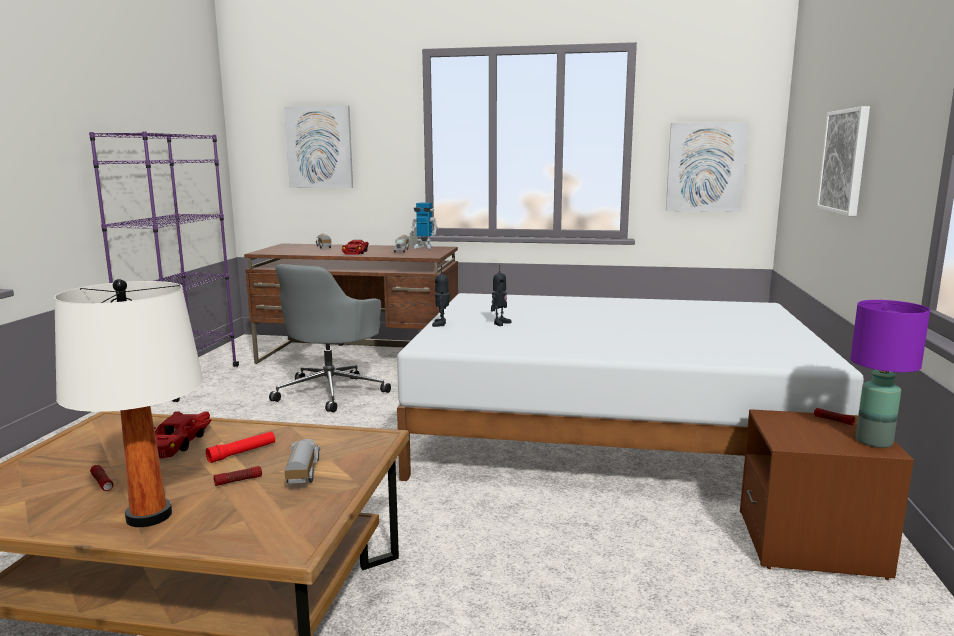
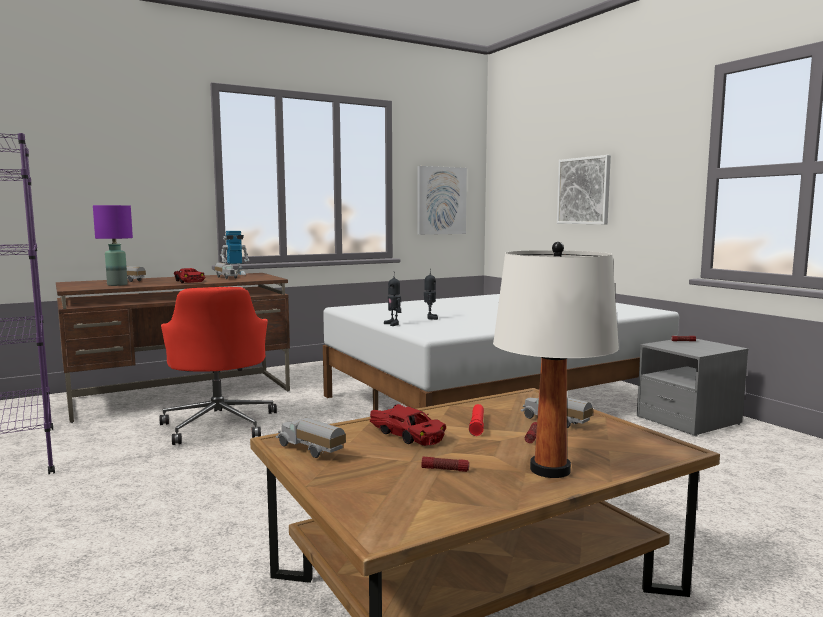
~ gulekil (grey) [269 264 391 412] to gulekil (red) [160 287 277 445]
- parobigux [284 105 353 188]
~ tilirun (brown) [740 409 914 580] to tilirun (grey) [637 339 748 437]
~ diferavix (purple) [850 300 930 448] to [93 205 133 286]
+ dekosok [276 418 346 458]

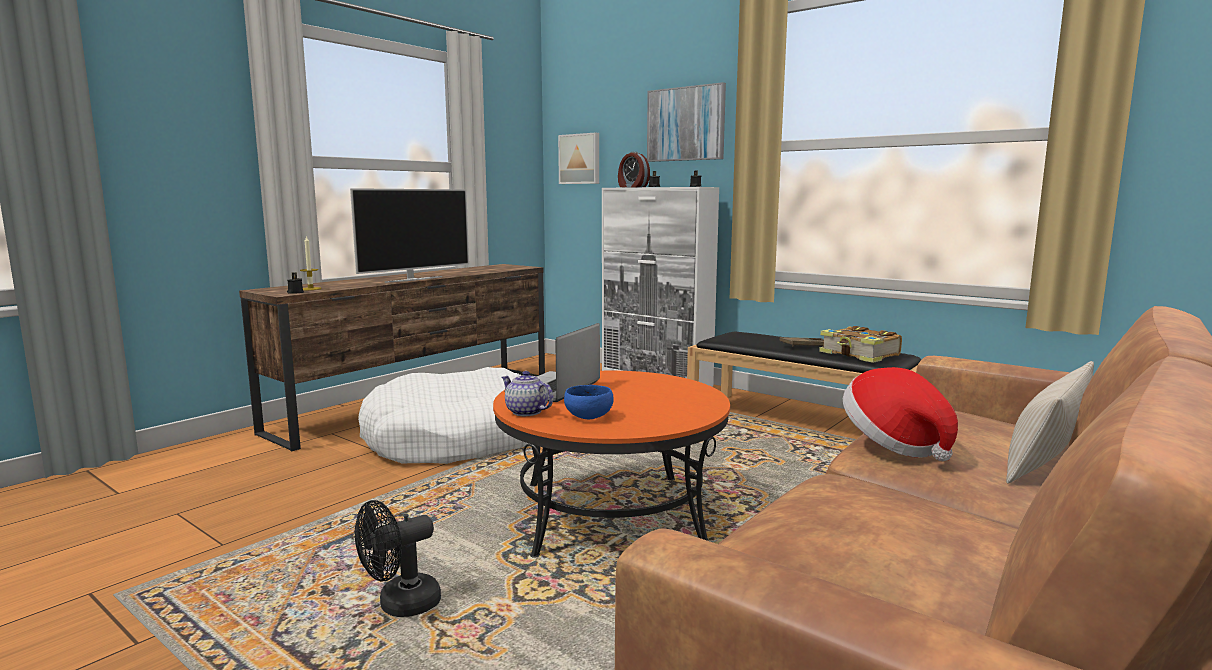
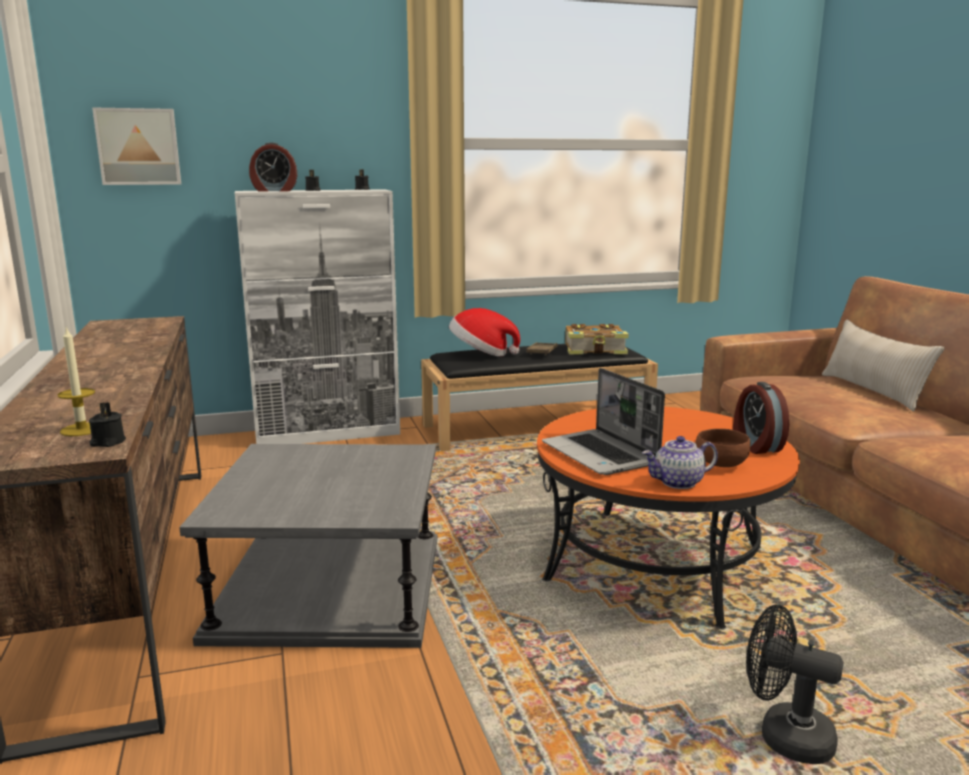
- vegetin [350 188 469 283]
~ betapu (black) [355 500 441 617] = [746 605 844 764] 120 degrees clockwise
~ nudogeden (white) [358 367 529 464] to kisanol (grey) [179 444 437 648]
~ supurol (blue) [564 385 614 419] to supurol (brown) [695 429 750 467]
- parobigux [647 82 726 162]
~ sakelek [843 367 958 461] to [449 308 520 357]
+ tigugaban [733 382 789 454]

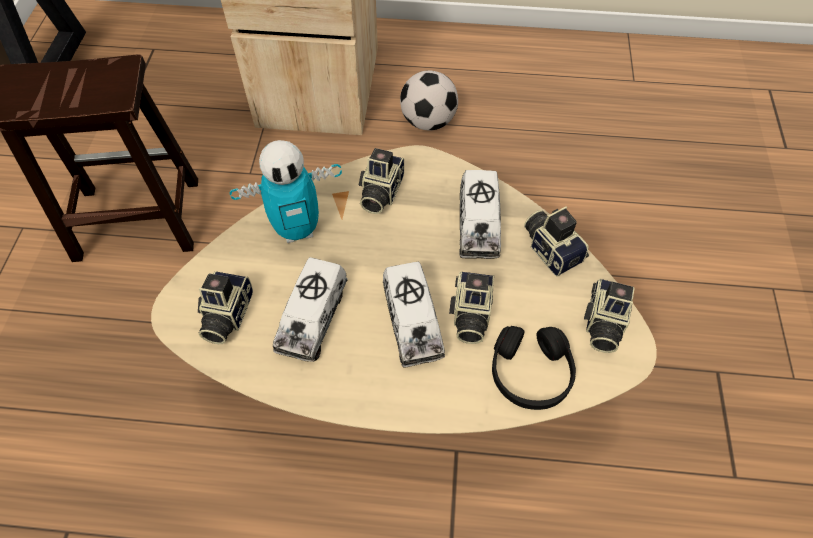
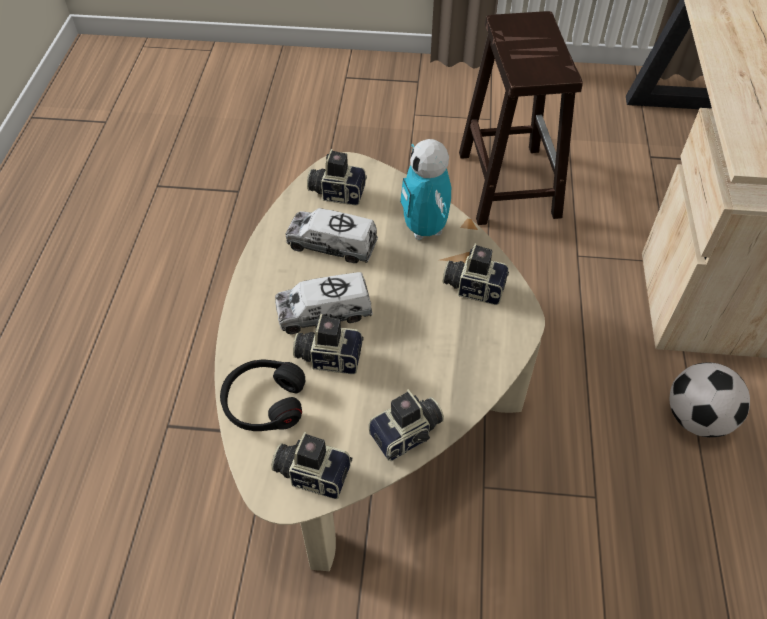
- dekosok [459 170 501 259]

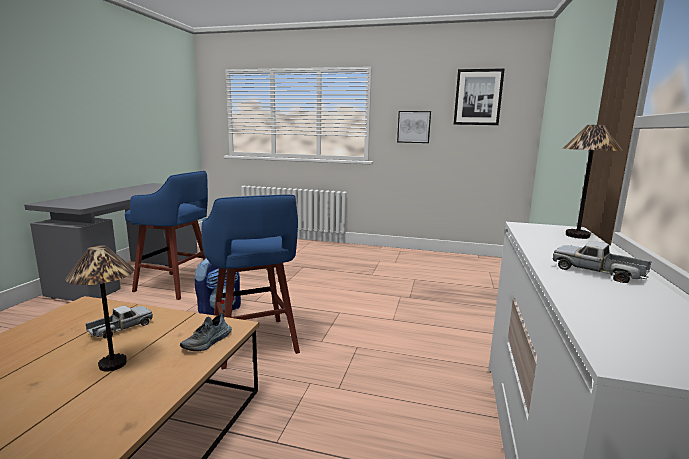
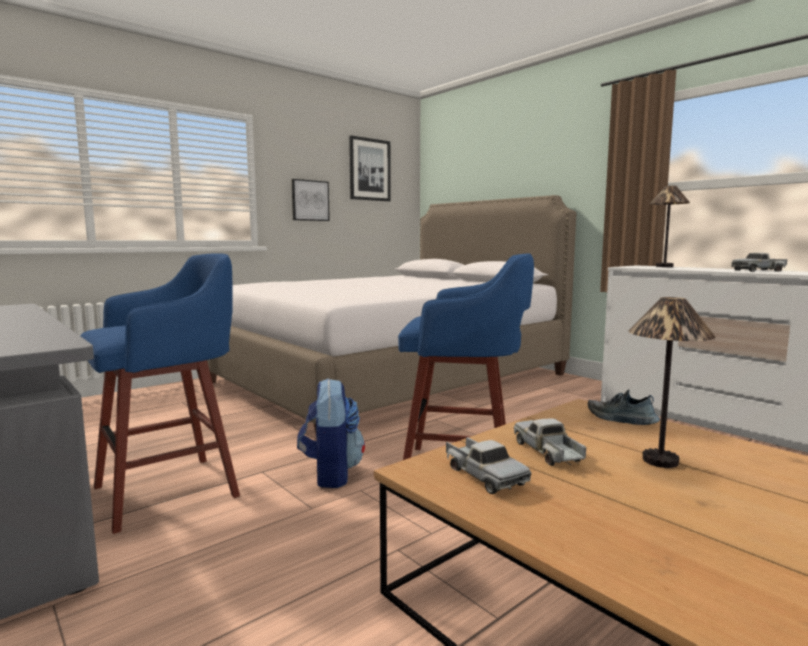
~ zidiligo [180 312 232 351] = [588 389 660 425] 150 degrees clockwise
+ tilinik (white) [207 195 576 433]
+ dekosok [446 437 531 494]

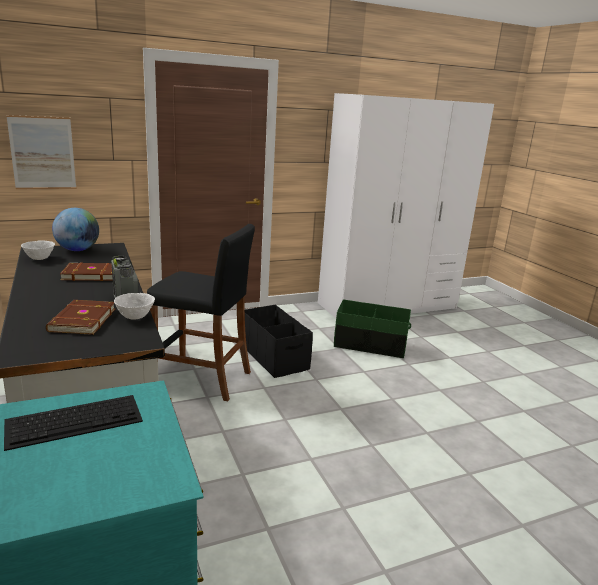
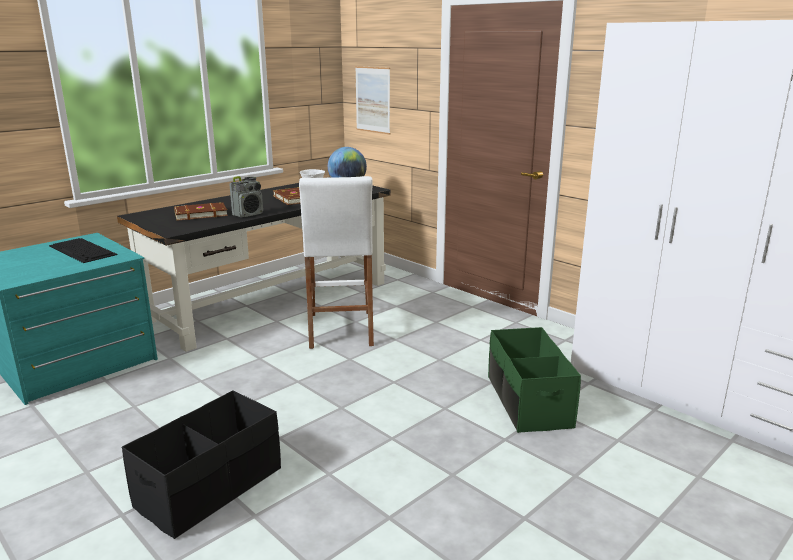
- supurol (white) [114 293 155 320]
~ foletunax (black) [147 224 255 401] to foletunax (white) [299 176 374 349]
~ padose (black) [245 305 313 378] to [121 390 281 539]

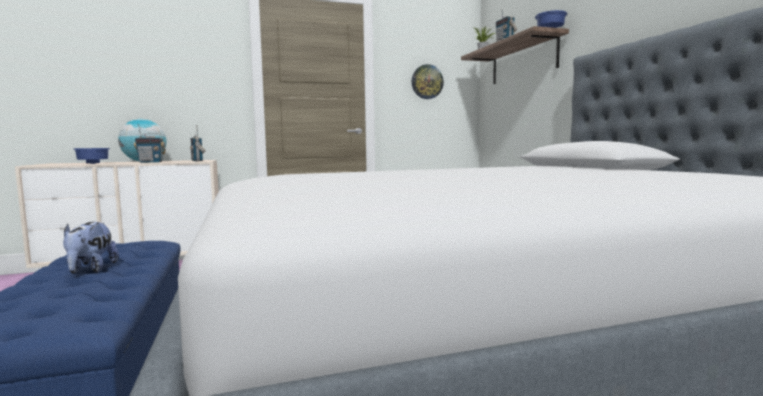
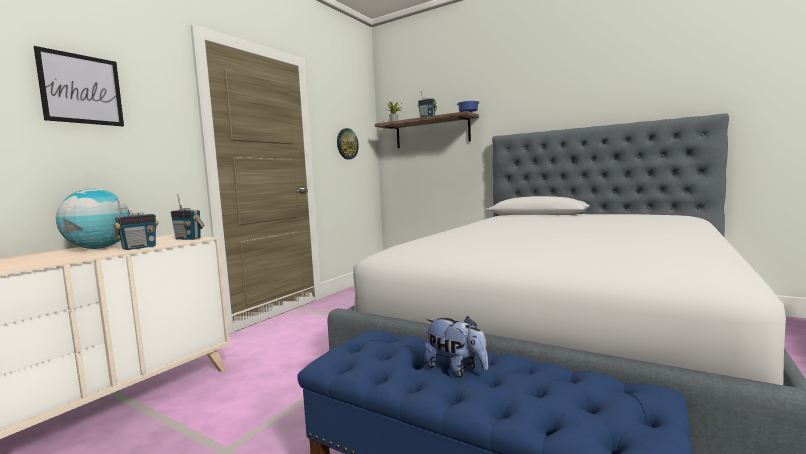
- supurol (blue) [73 148 110 164]
+ parobigux [34 46 124 126]

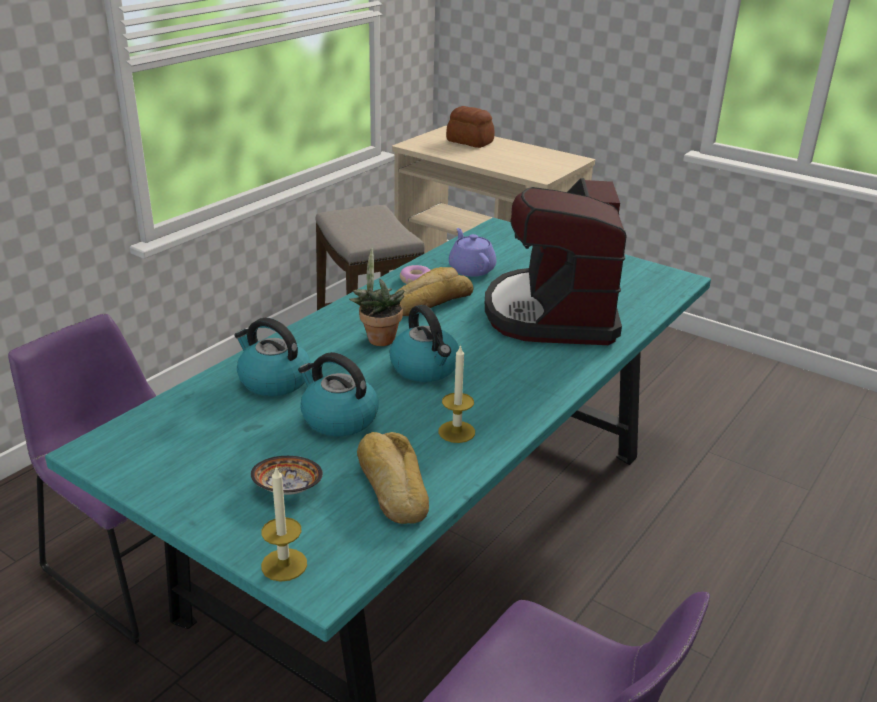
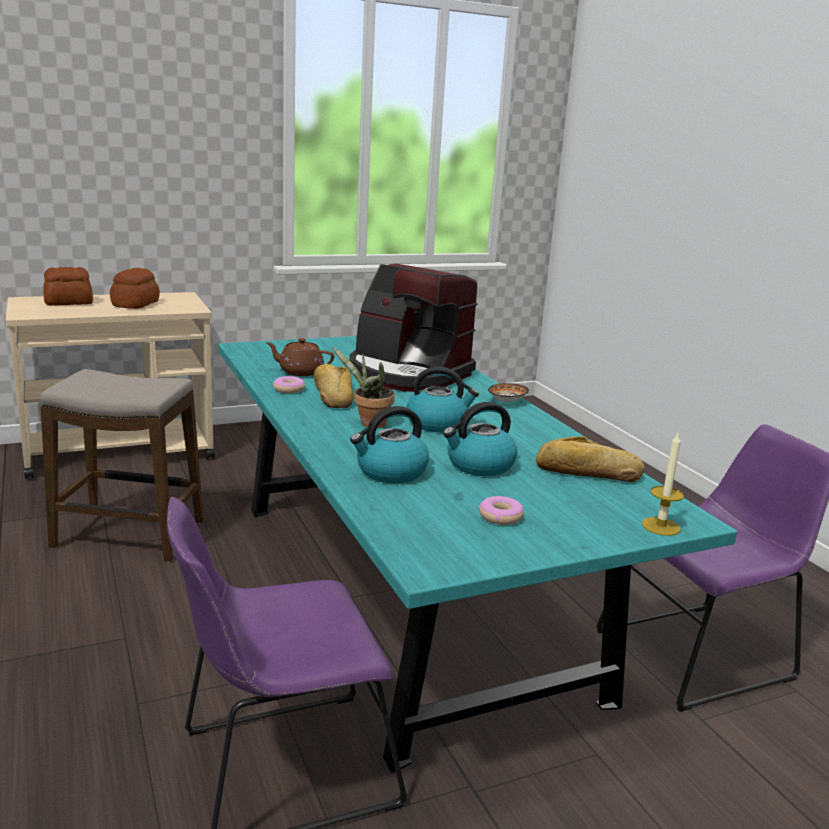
~ supurol [251 456 323 495] to [488 383 529 403]
- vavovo [438 344 475 443]
~ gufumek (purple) [449 228 496 277] to gufumek (brown) [265 338 334 376]
+ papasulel [110 268 160 309]
+ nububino [478 496 524 525]

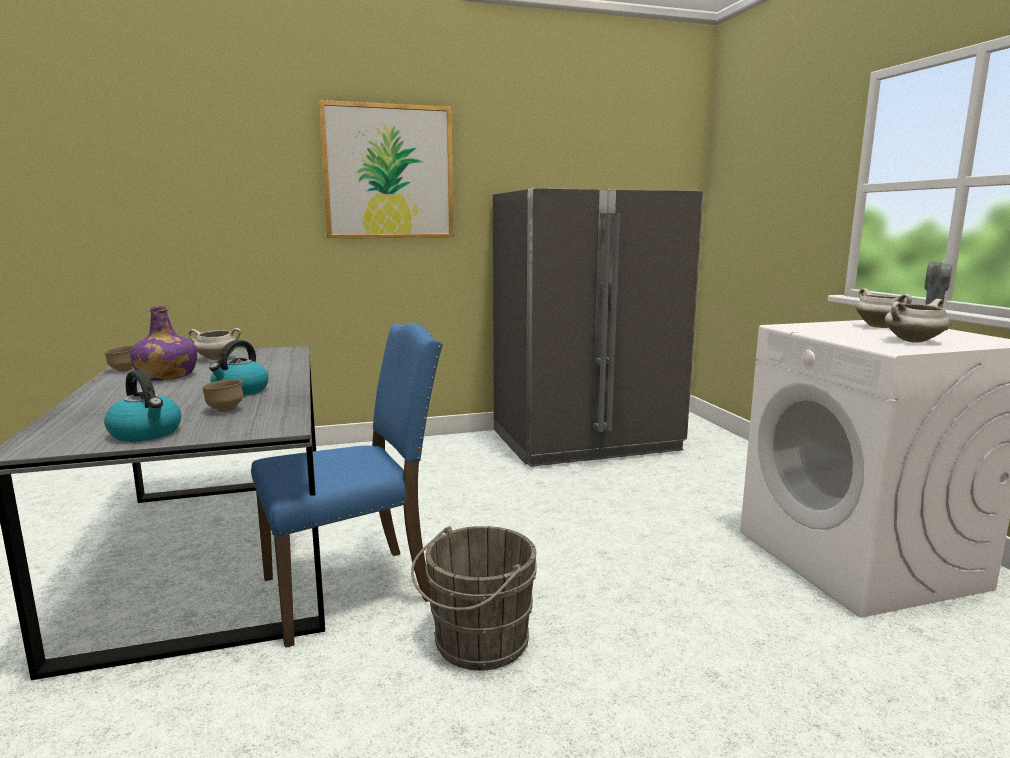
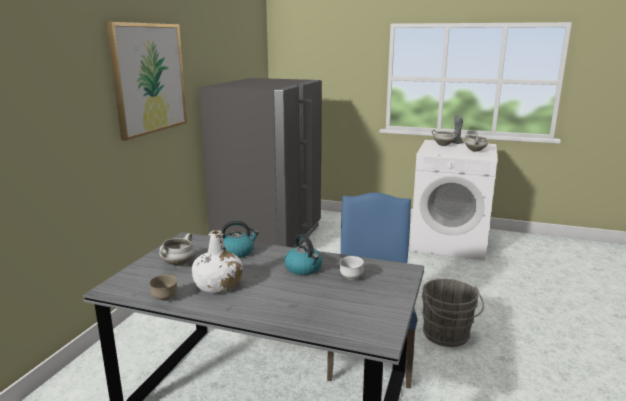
~ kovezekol [104 370 181 442] to [221 221 259 258]
~ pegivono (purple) [130 306 197 381] to pegivono (white) [192 230 243 293]
~ supurol (brown) [202 379 243 412] to supurol (white) [339 256 364 280]

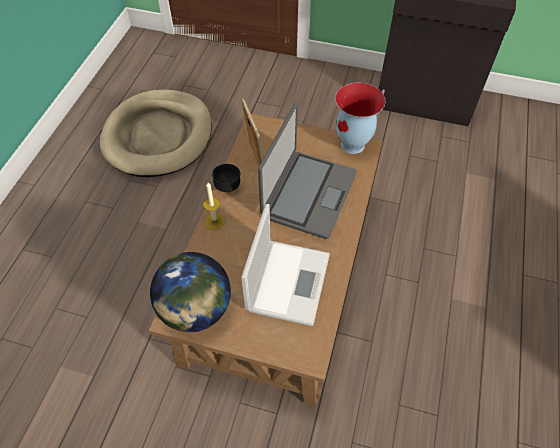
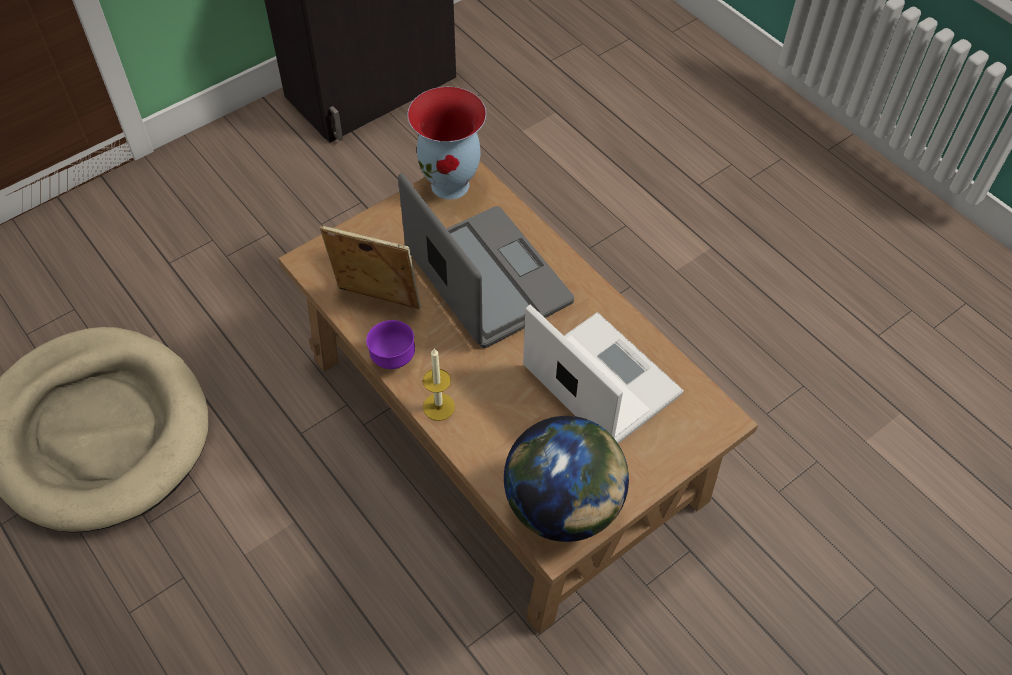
~ supurol (black) [212 164 240 192] to supurol (purple) [366 320 415 369]

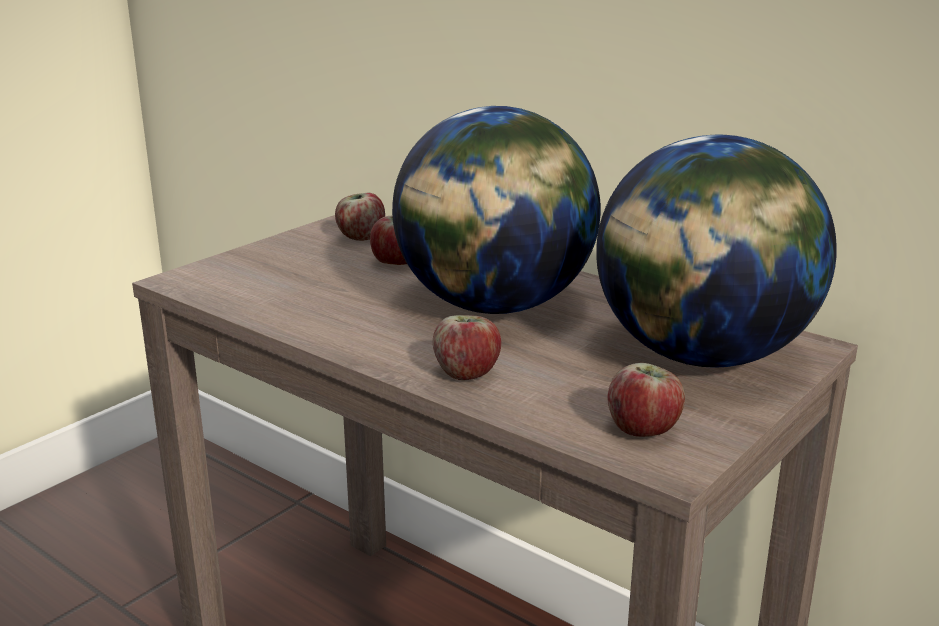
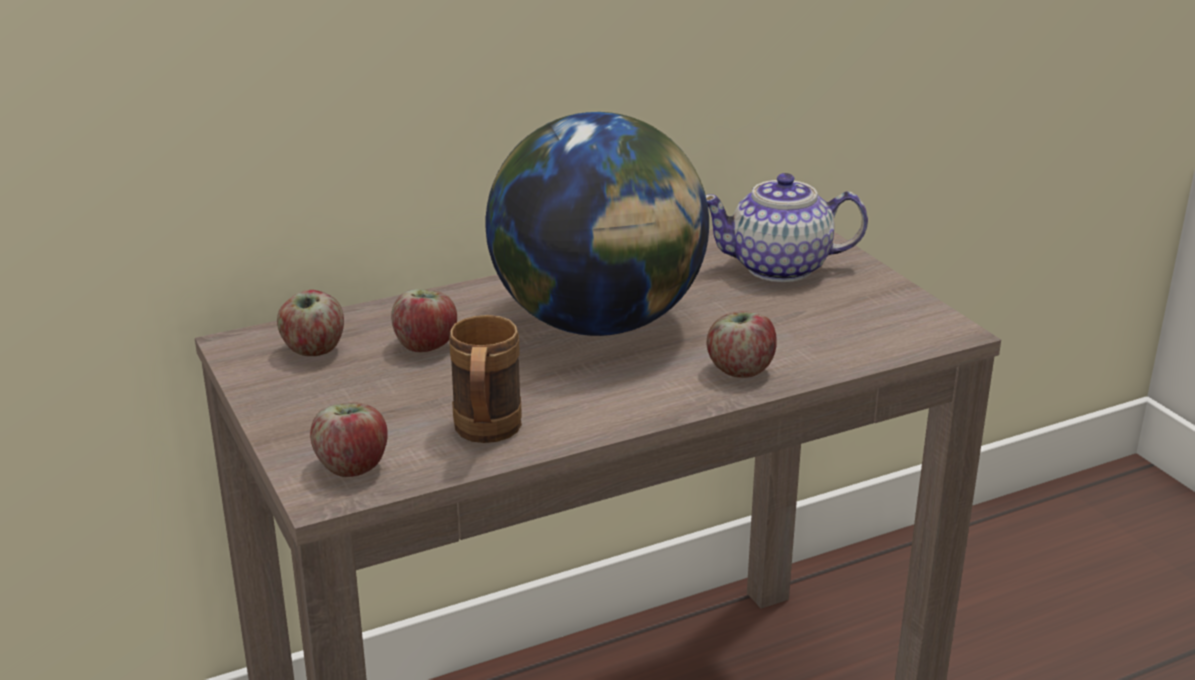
~ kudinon [596 134 837 367] to gufumek [706 173 868 282]
~ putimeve [608 363 685 437] to [310 403 388 477]
+ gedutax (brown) [449 315 522 443]

